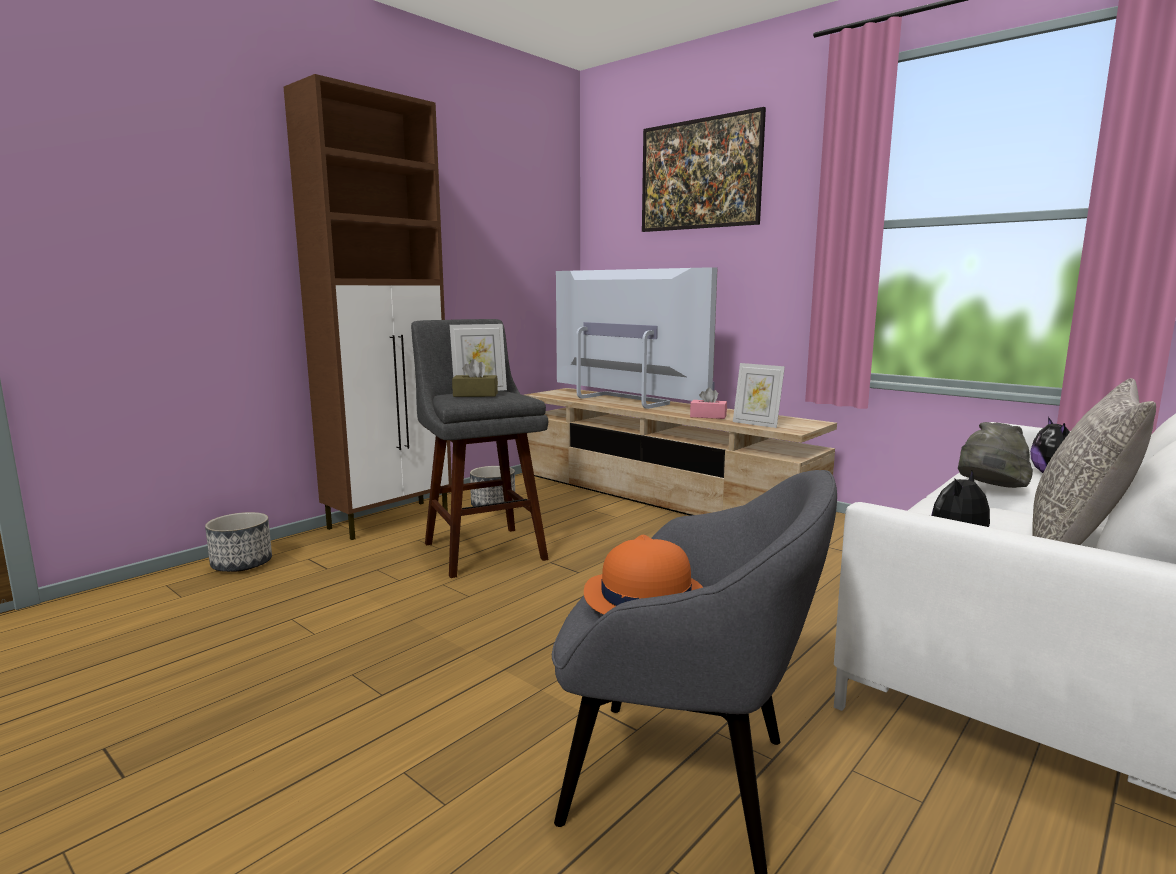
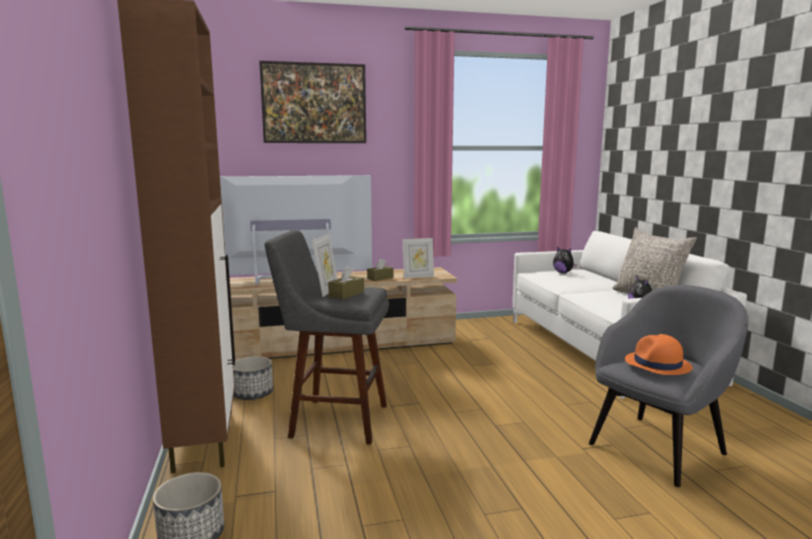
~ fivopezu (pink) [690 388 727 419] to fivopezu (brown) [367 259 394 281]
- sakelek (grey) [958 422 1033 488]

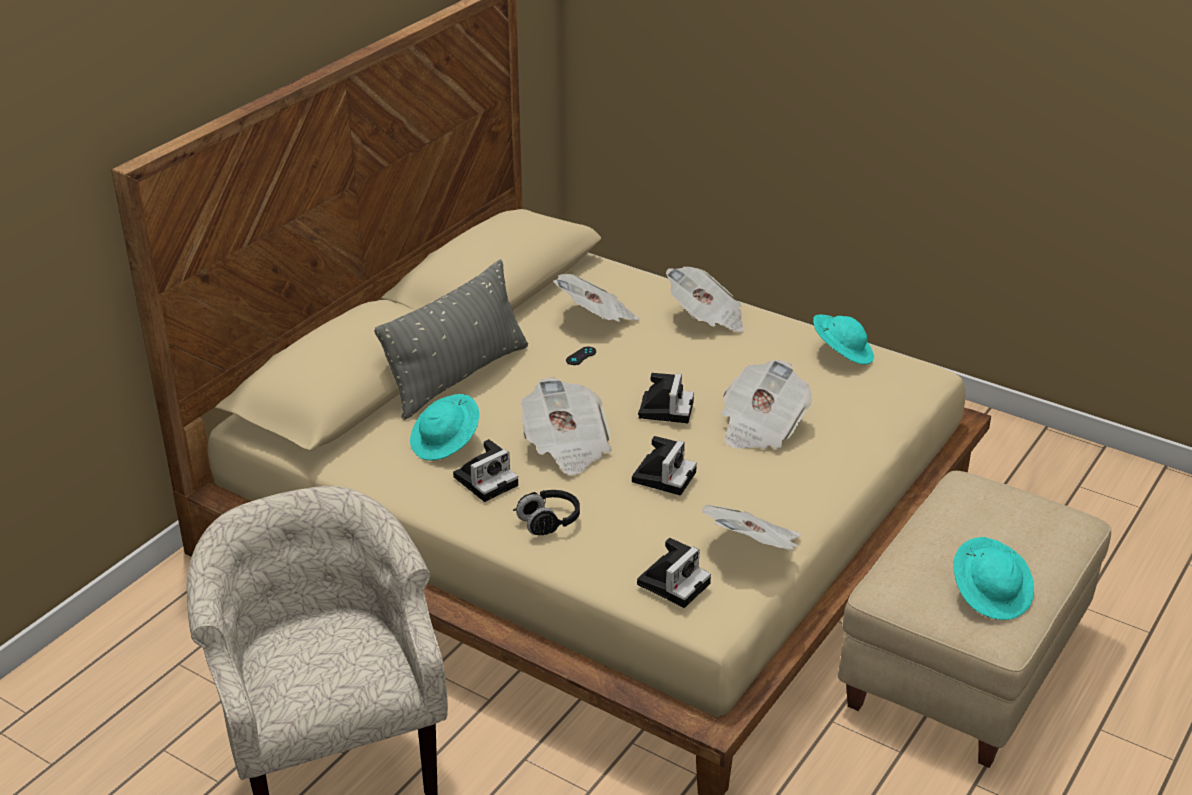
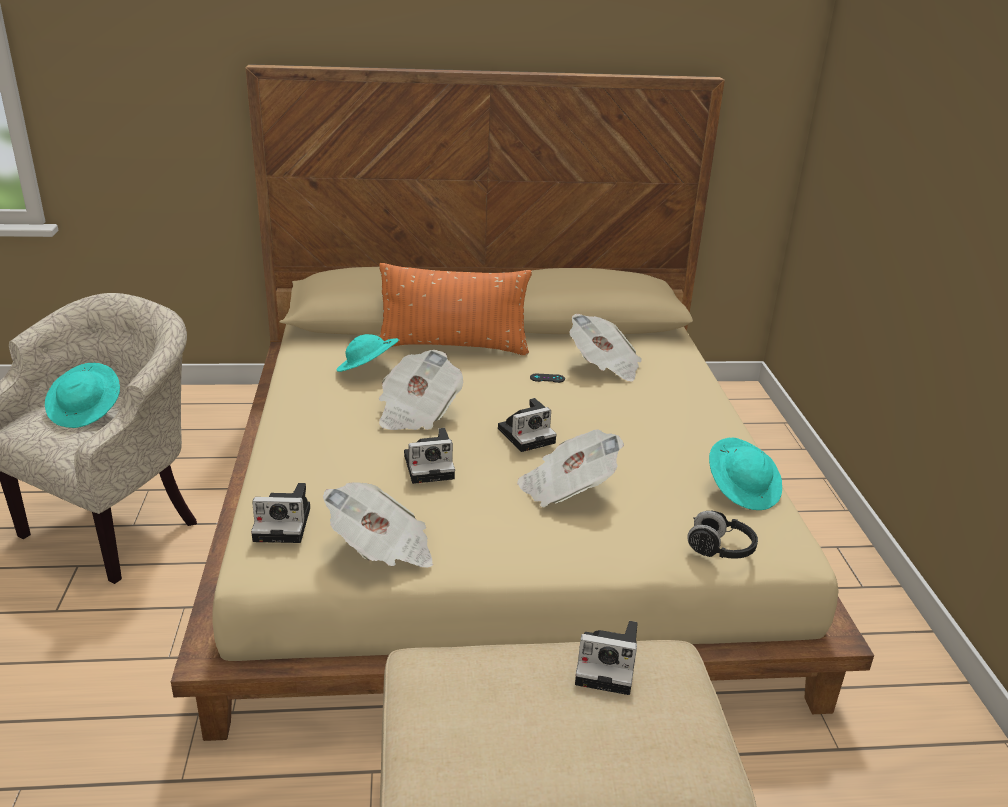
~ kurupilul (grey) [374 259 528 420] to kurupilul (orange) [379 263 532 355]
~ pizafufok [453 439 518 502] to [575 621 638 695]
~ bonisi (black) [513 490 580 535] to [687 510 758 559]
- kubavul [666 267 743 332]
~ sakelek (turquoise) [953 537 1034 620] to [45 363 120 428]

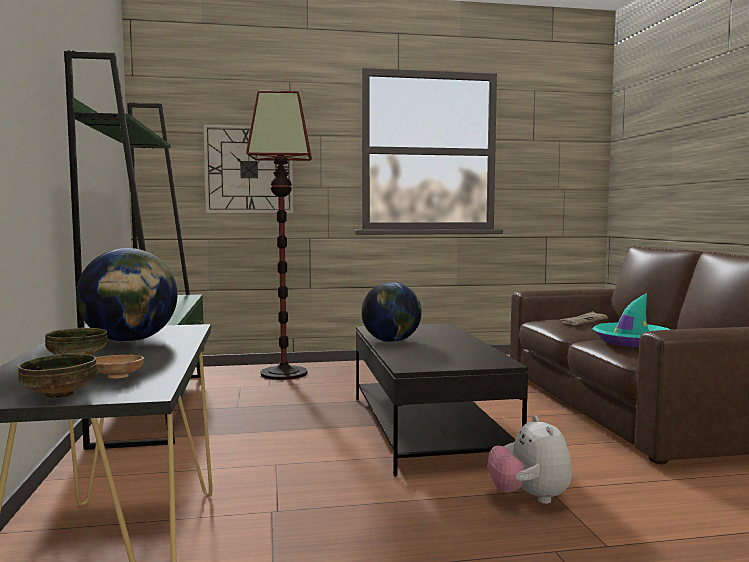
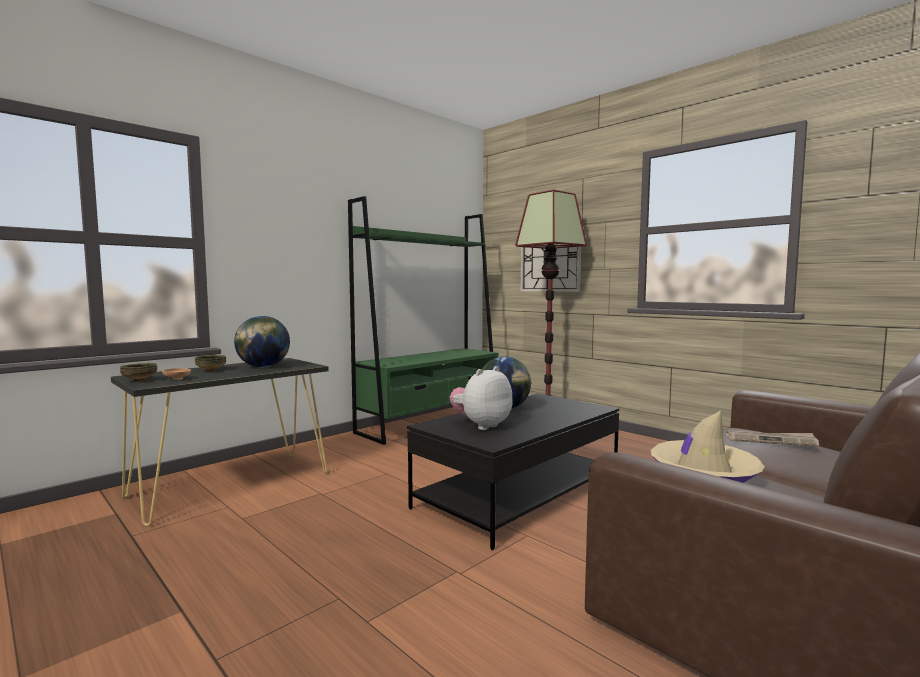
~ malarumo [488 415 572 504] to [450 366 513 430]
~ sakelek (turquoise) [593 293 671 347] to sakelek (beige) [651 411 765 483]

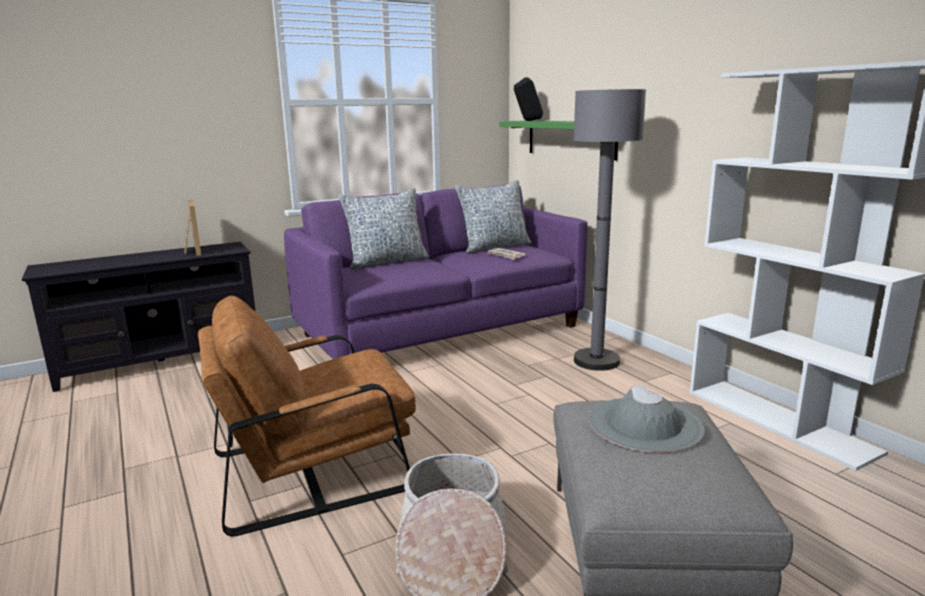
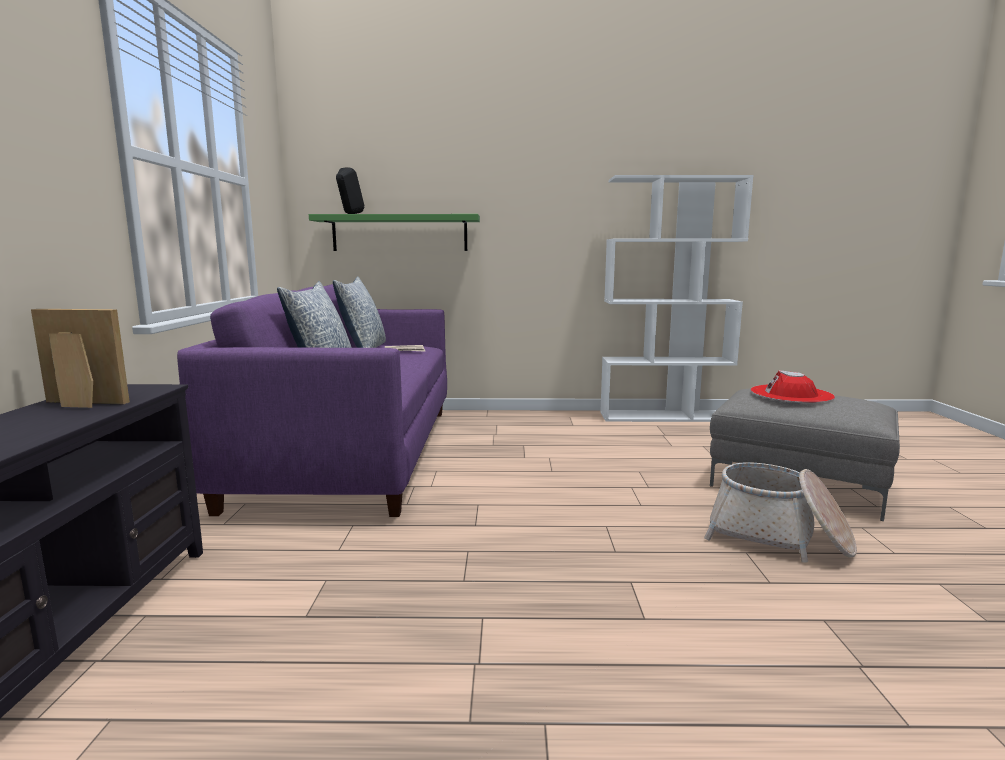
- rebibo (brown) [198 296 416 537]
- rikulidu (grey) [574 89 646 371]
~ sakelek (grey) [589 385 705 453] to sakelek (red) [751 370 835 403]

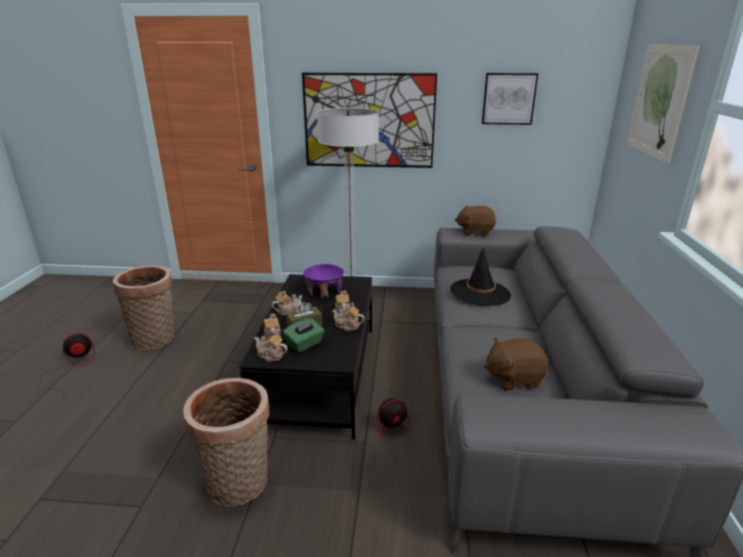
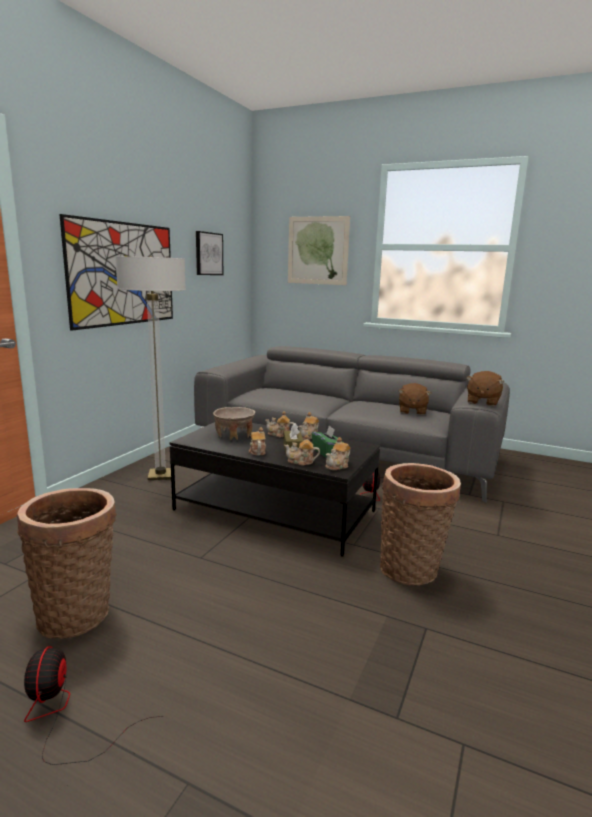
~ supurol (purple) [303 264 344 299] to supurol (beige) [213 407 255 440]
- sakelek (black) [451 248 511 306]
~ malarumo (brown) [455 206 496 236] to [466 371 504 406]

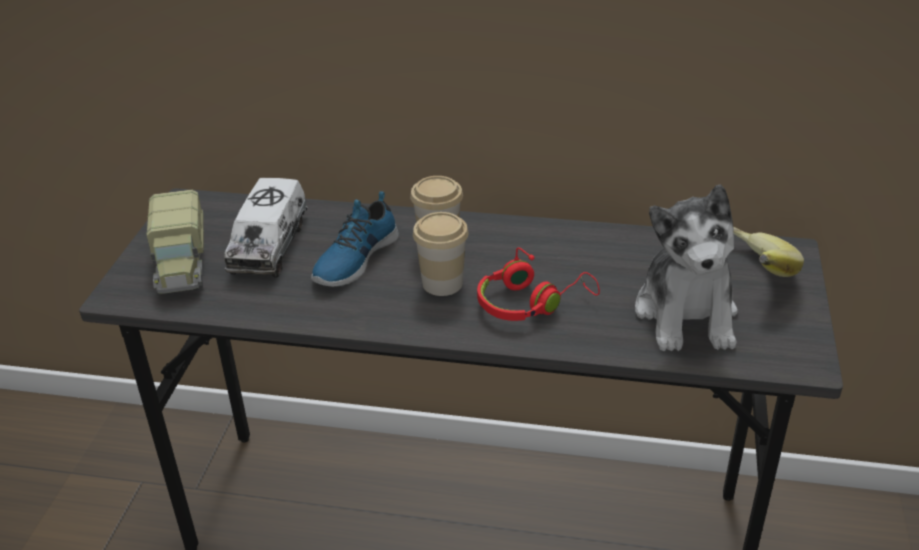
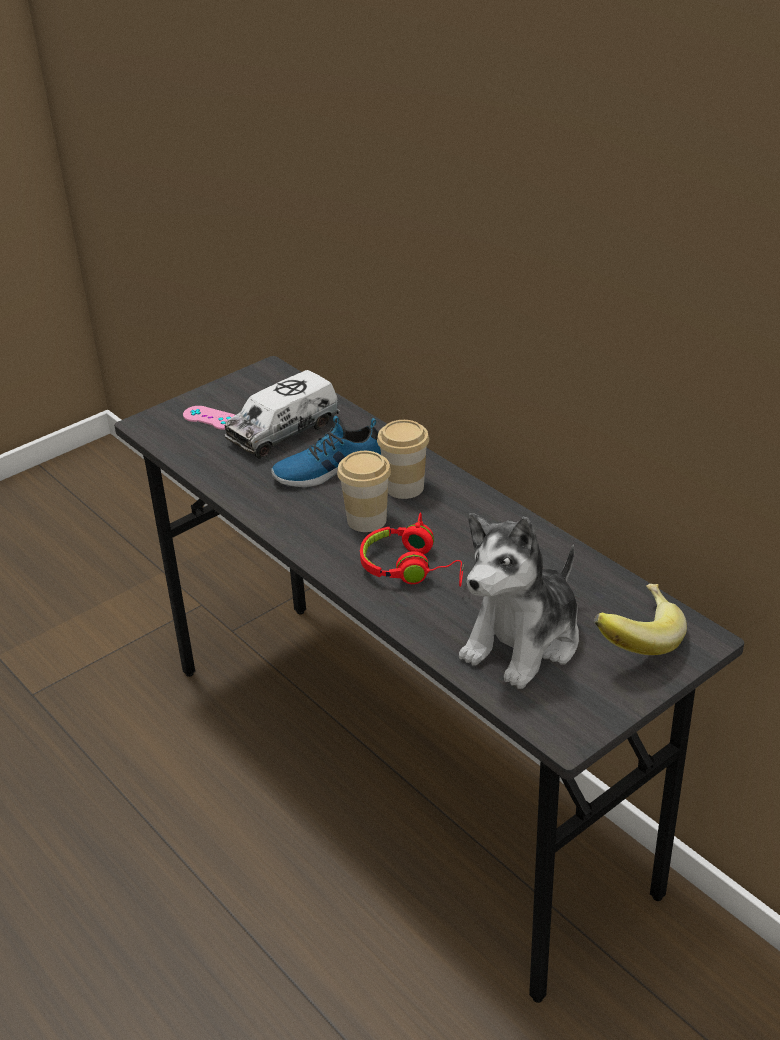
~ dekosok [146 190 204 295] to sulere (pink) [183 406 235 430]

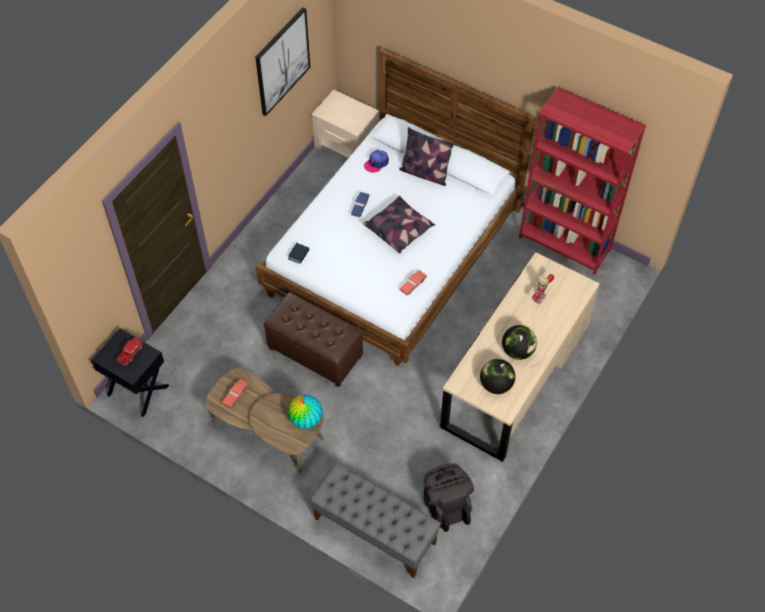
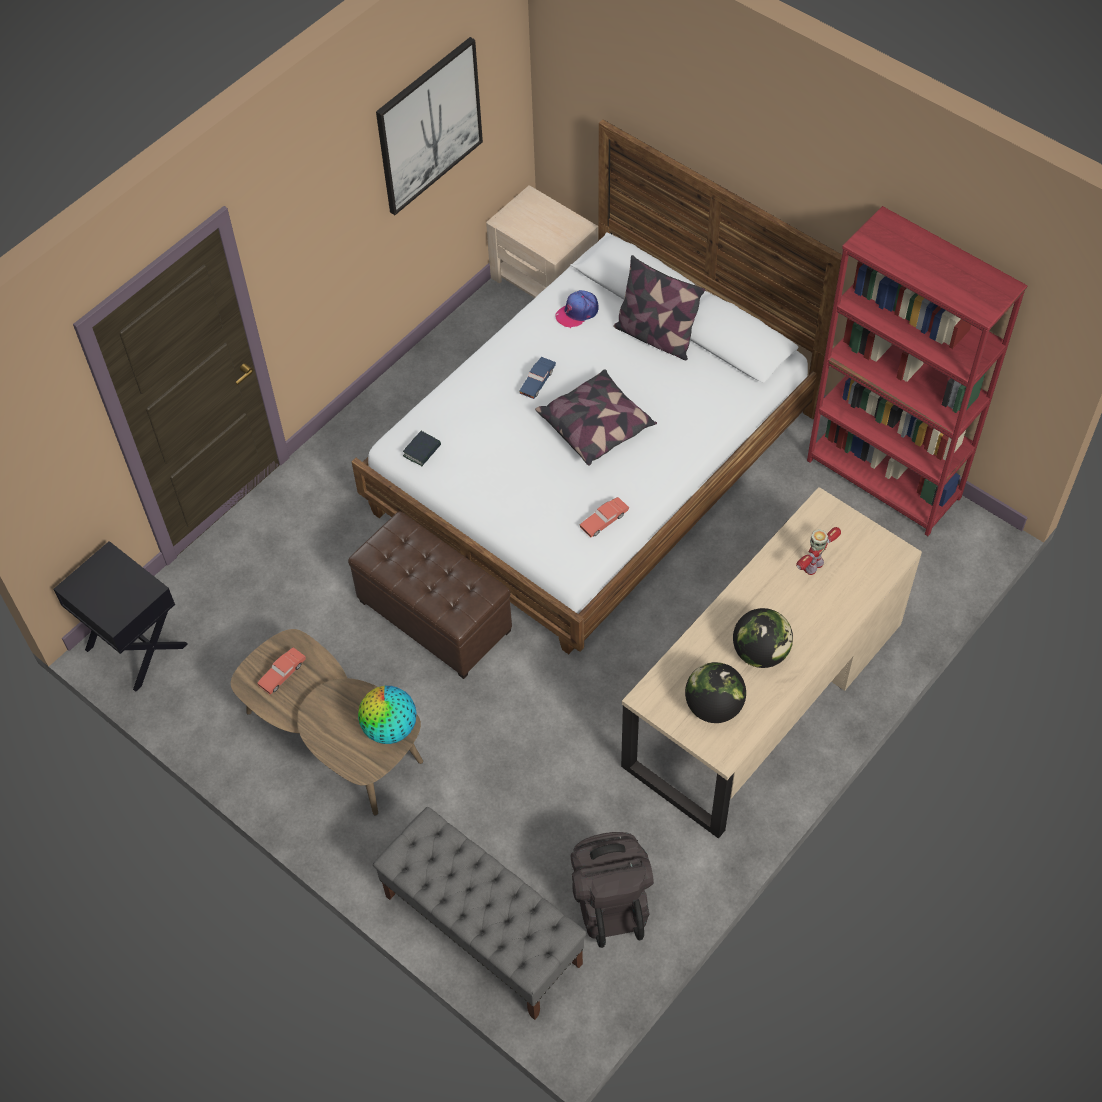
- dekosok [117 337 143 366]

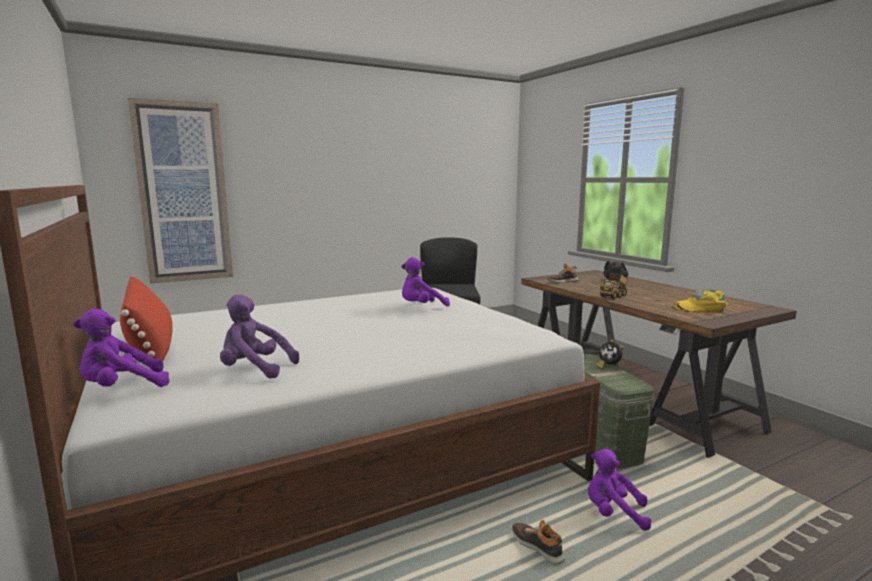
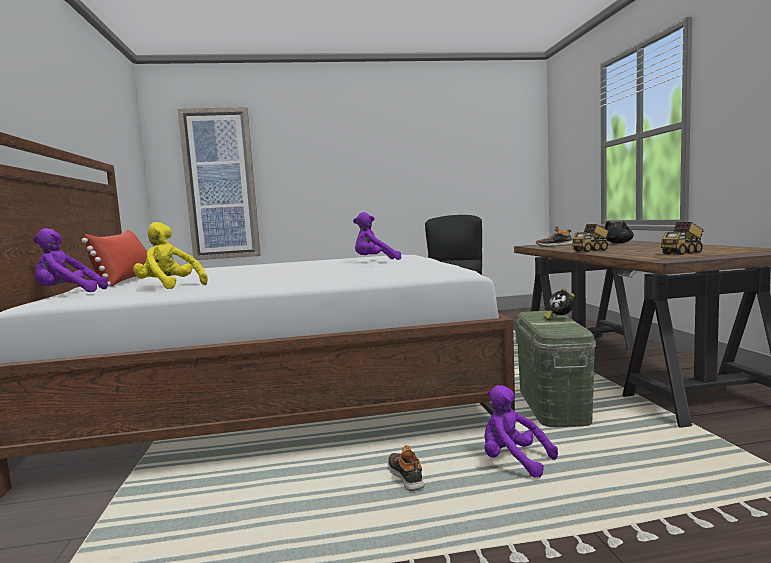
~ malarumo (purple) [220 294 299 379] to malarumo (yellow) [133 222 208 289]
~ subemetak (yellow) [674 290 728 312] to dekosok [661 222 703 255]

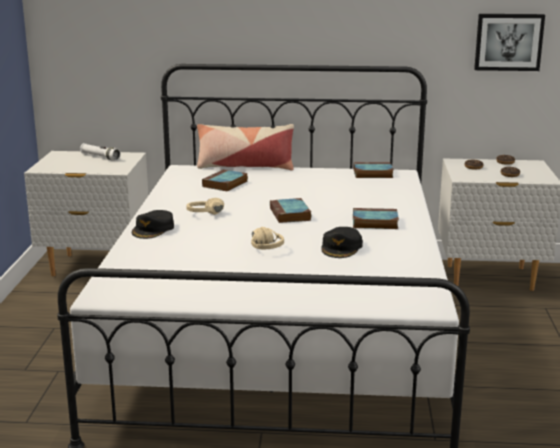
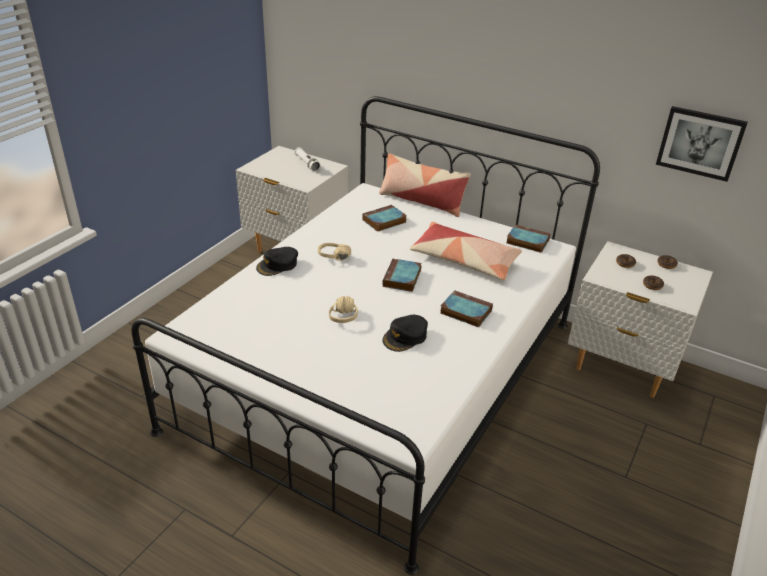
+ kurupilul [410 222 522 280]

